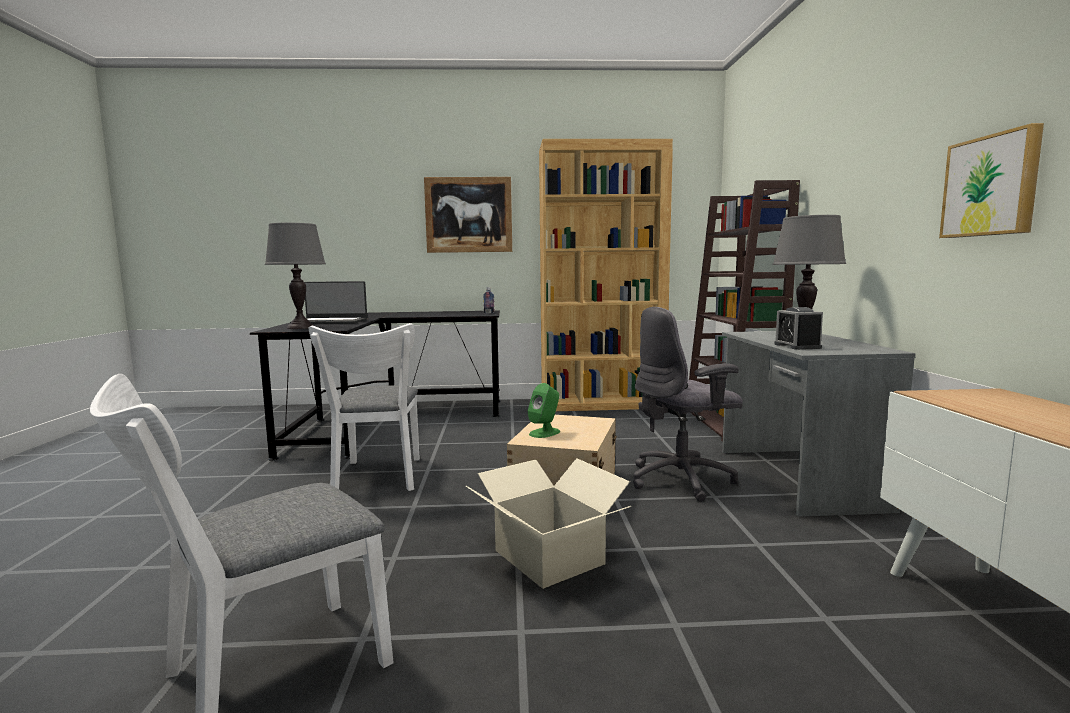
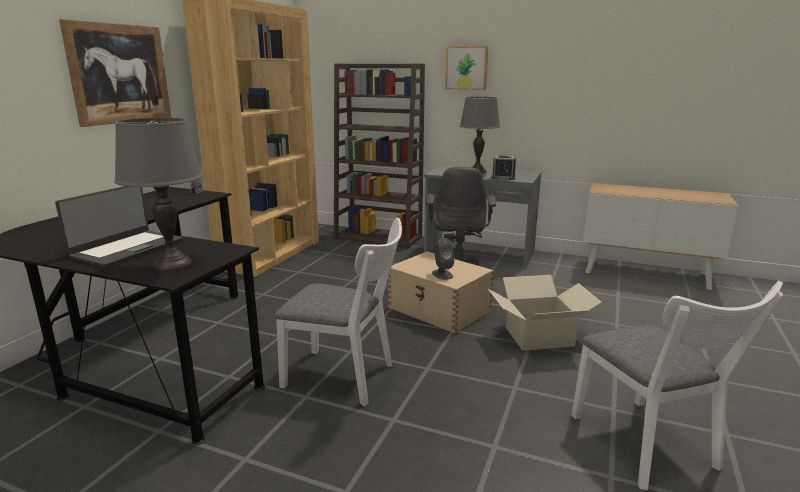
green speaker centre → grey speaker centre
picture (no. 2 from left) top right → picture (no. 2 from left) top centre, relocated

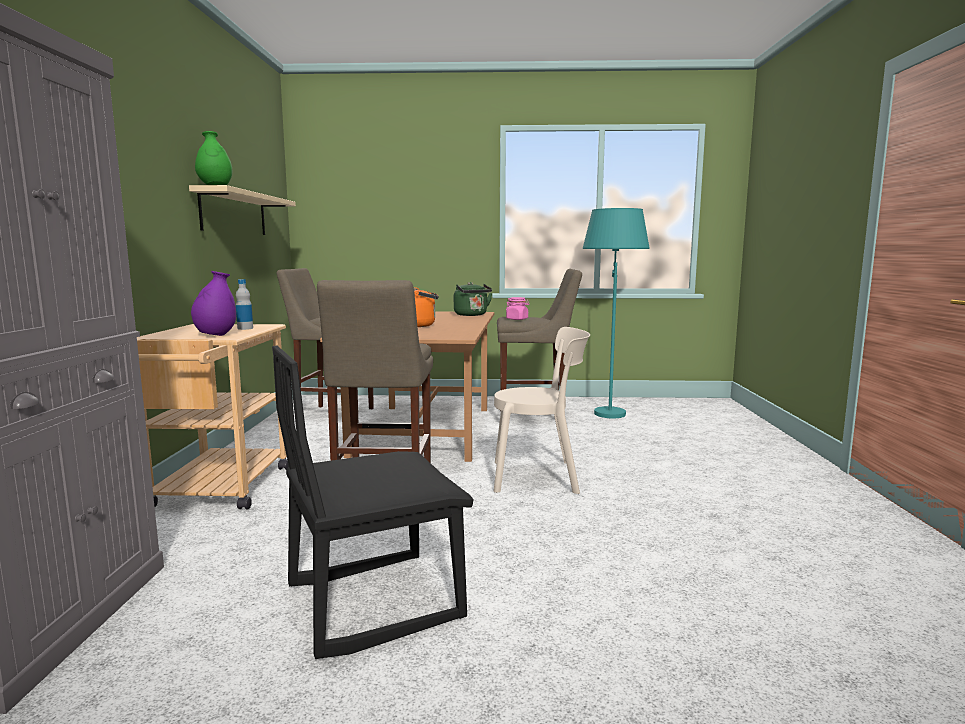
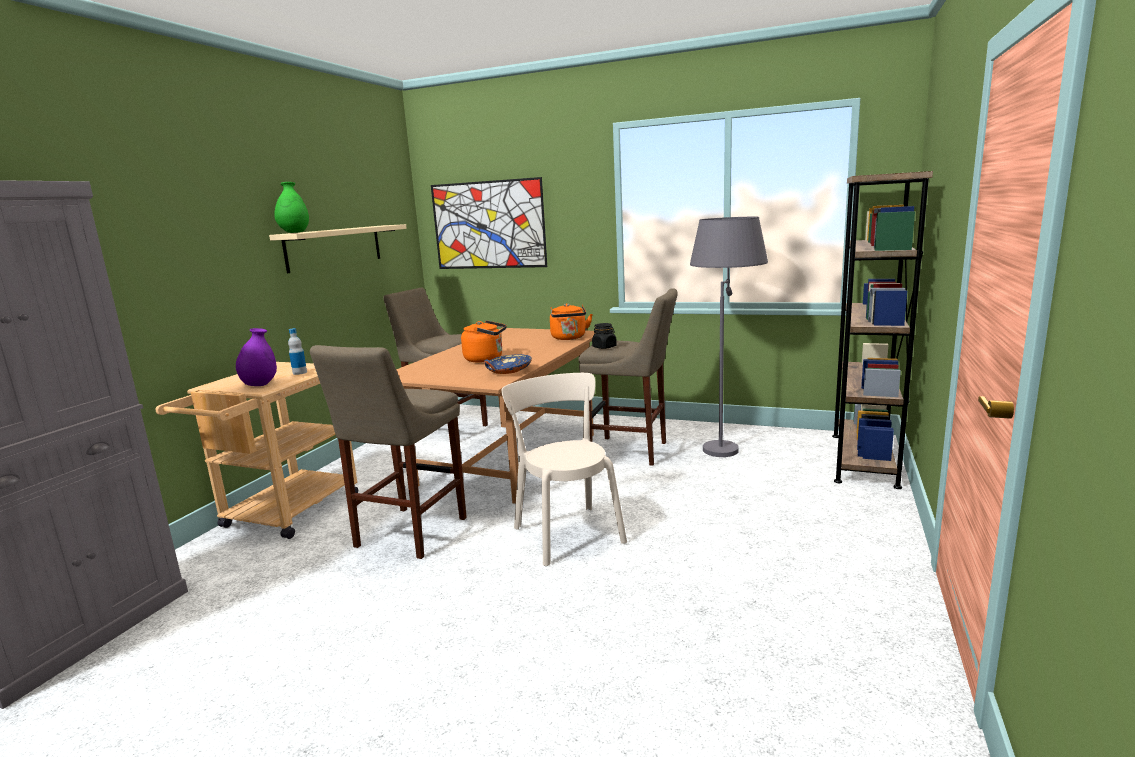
black chair bottom centre → -
green kettle centre → orange kettle (no. 2 from left) centre
beige chair centre, 135 degrees counterclockwise
pink jar centre → black jar centre
turquoise floor lamp centre → grey floor lamp centre
- → picture top centre
- → blue bowl centre
- → brown bookcase middle right

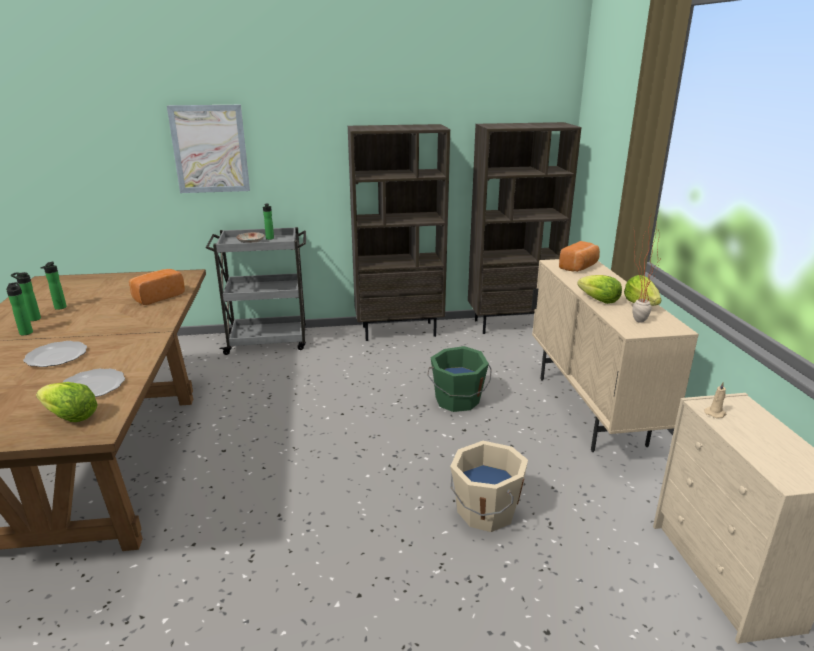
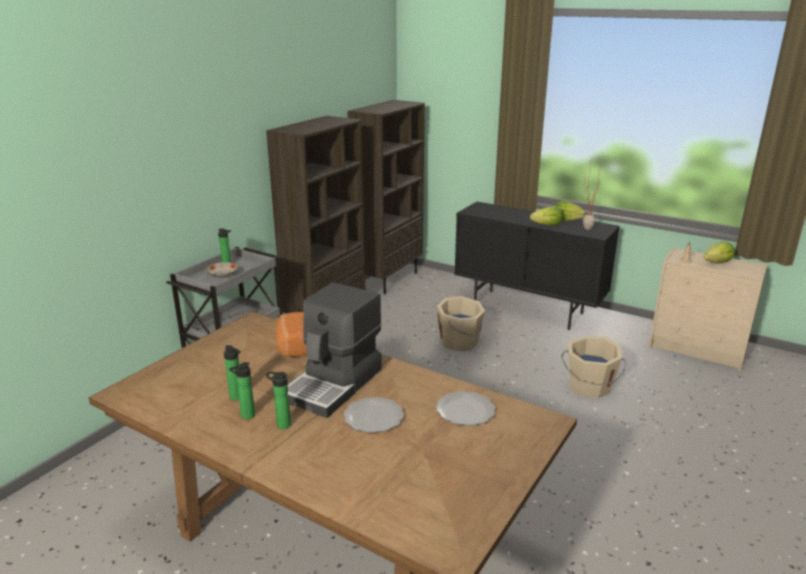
lettuce (no. 1 from left in the first image) middle left → lettuce (no. 3 from left) middle right, relocated
picture top left → -
green bucket centre → beige bucket (no. 1 from left) centre
beige cabinet middle right → black cabinet centre
bread (no. 2 from left) middle right → -
- → coffee machine centre

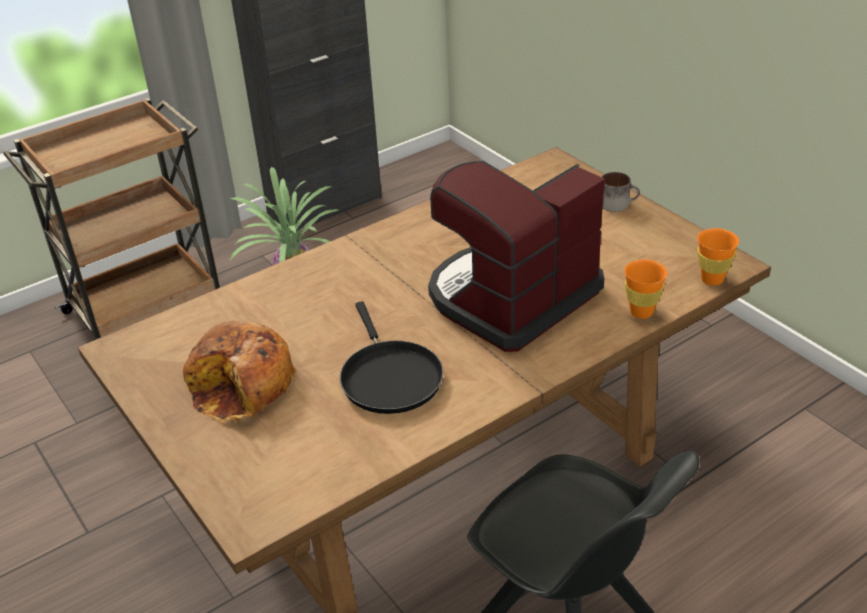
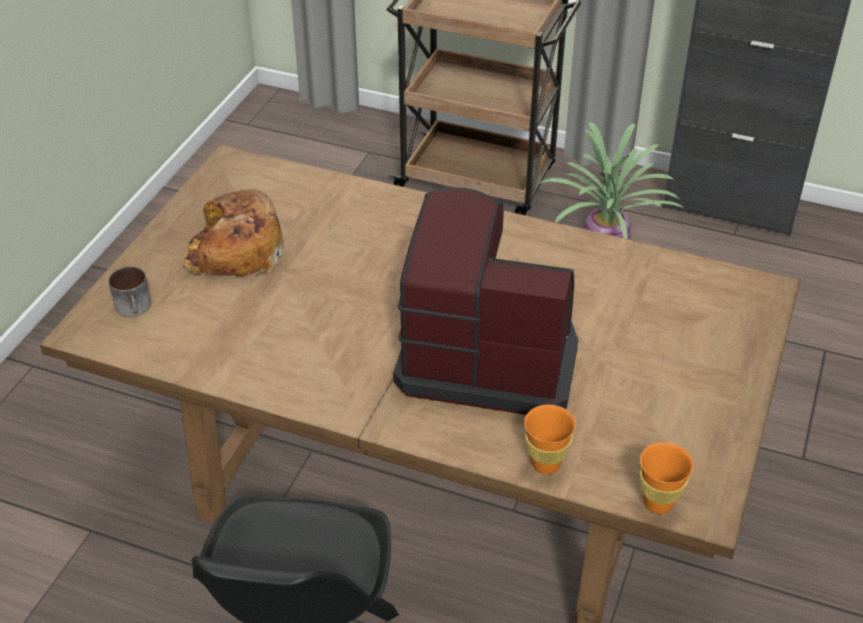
black frying pan centre → -
mug top right → mug middle left, relocated

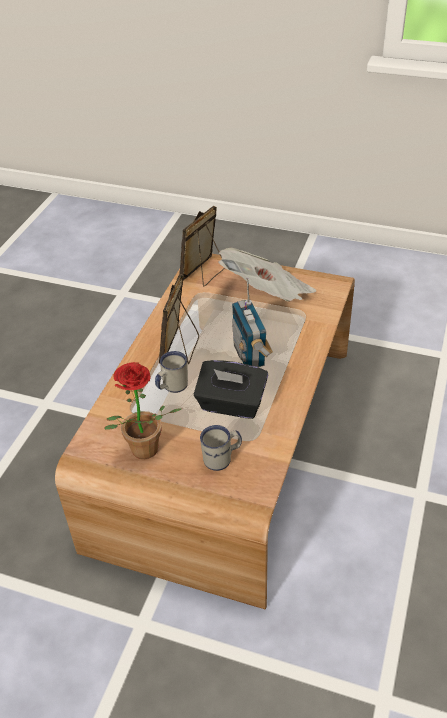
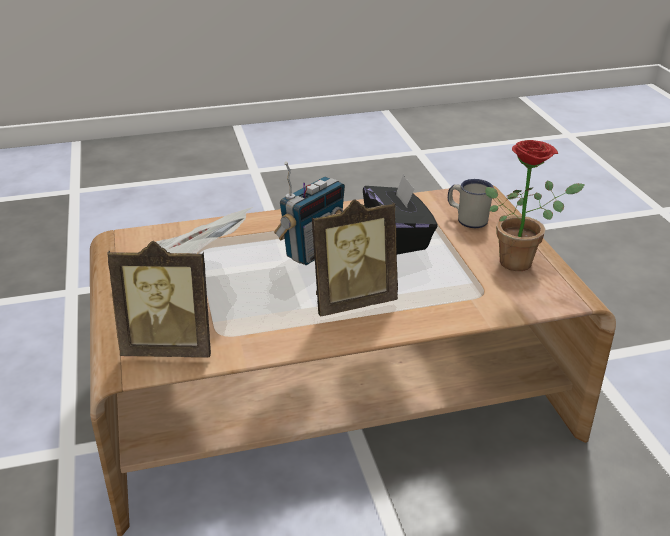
white mug (no. 1 from left) centre → -

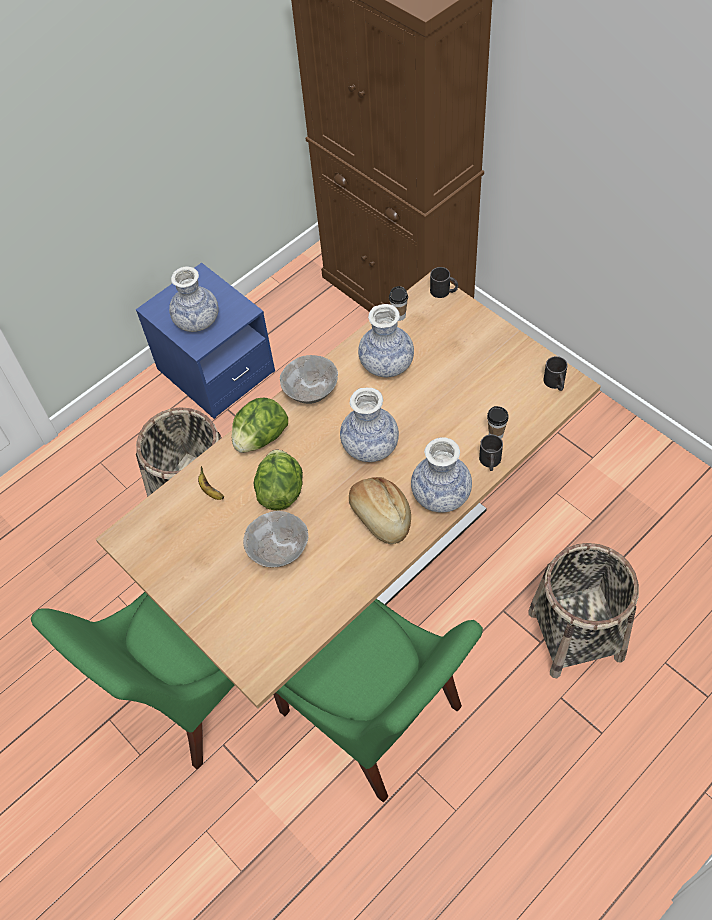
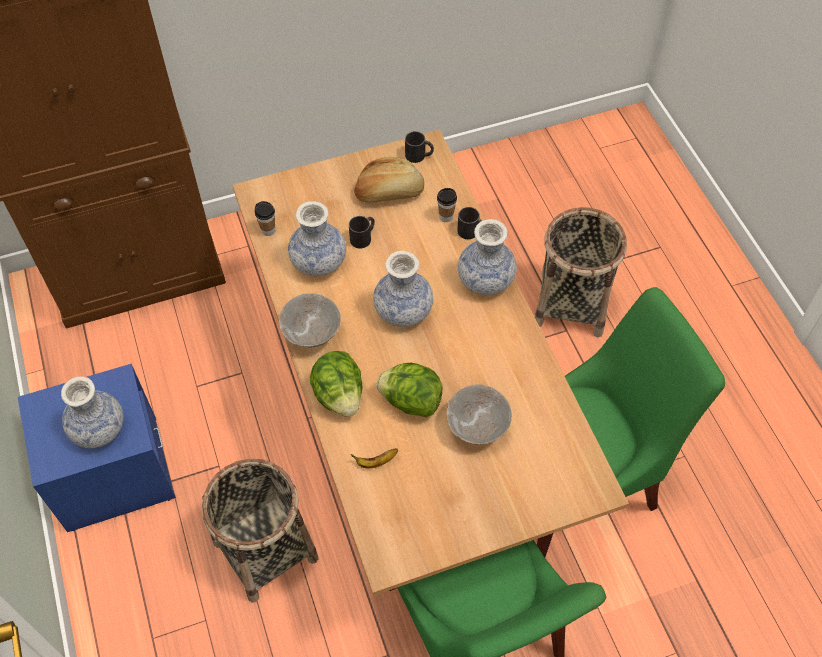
bread centre → bread top centre, relocated
black mug (no. 1 from left) top centre → black mug (no. 1 from left) centre, relocated

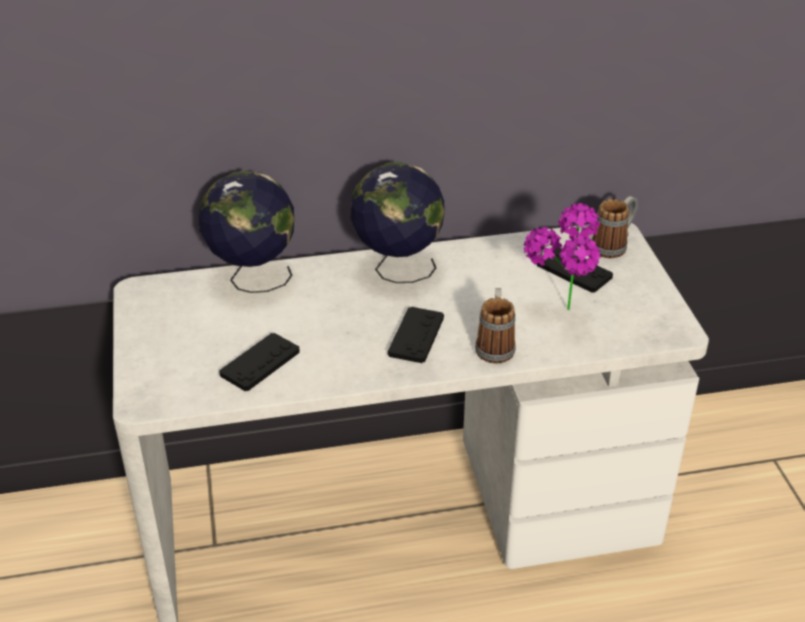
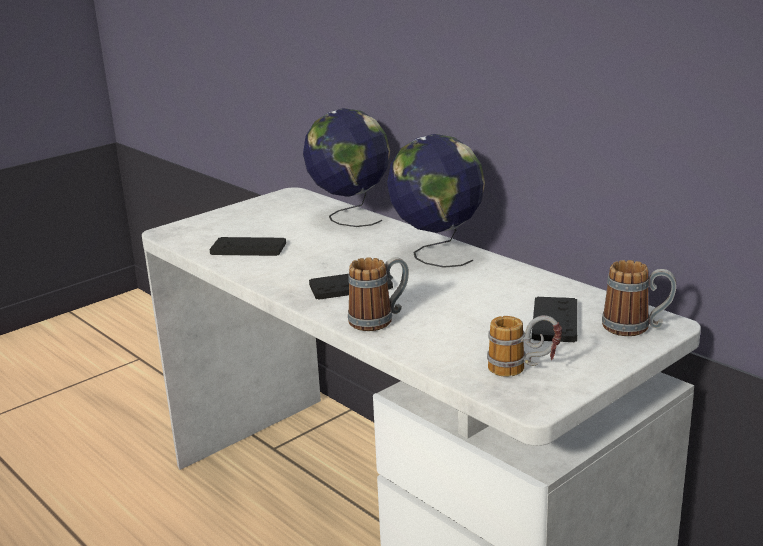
potted plant middle right → -
- → mug (no. 2 from left) middle right

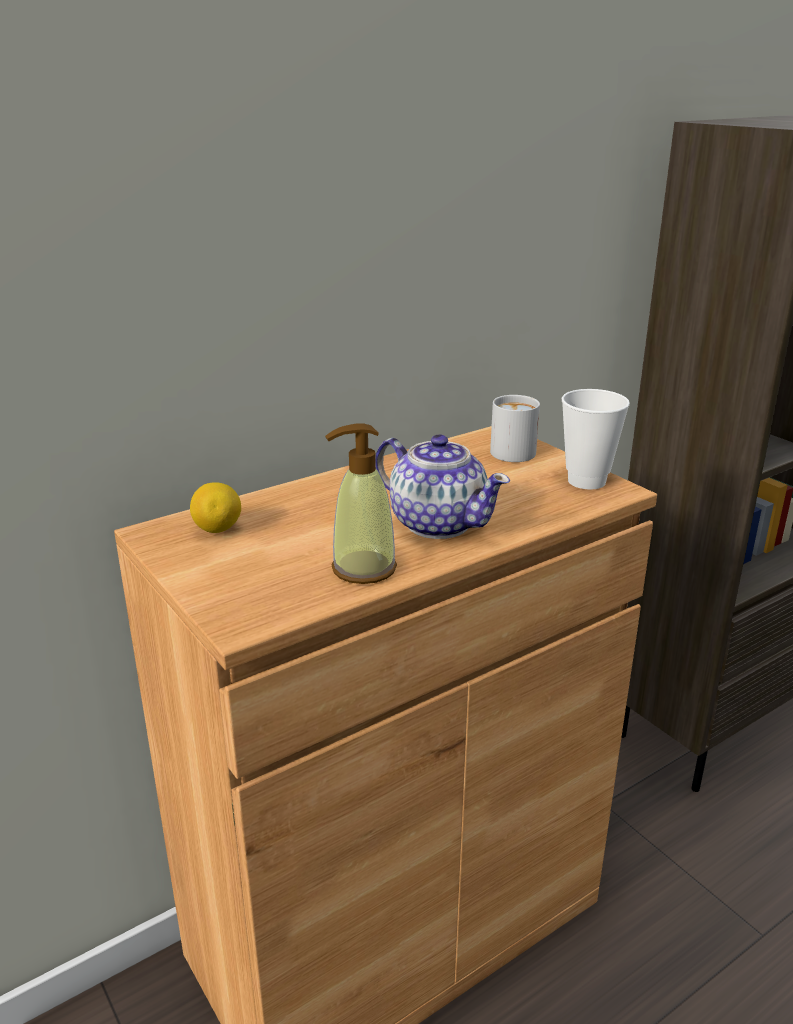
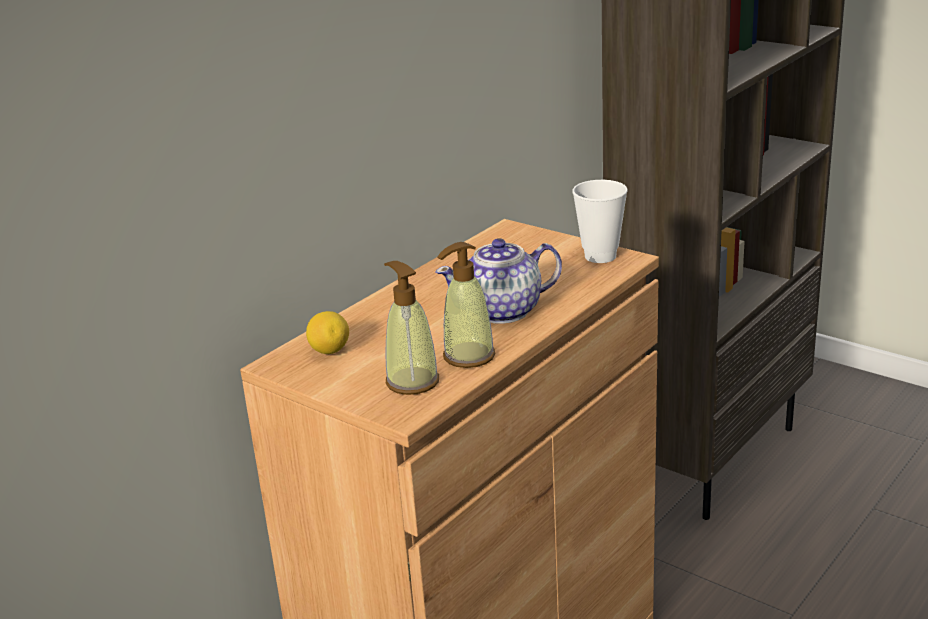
teapot centre, 135 degrees clockwise
white mug centre → -
- → soap dispenser (no. 1 from left) centre

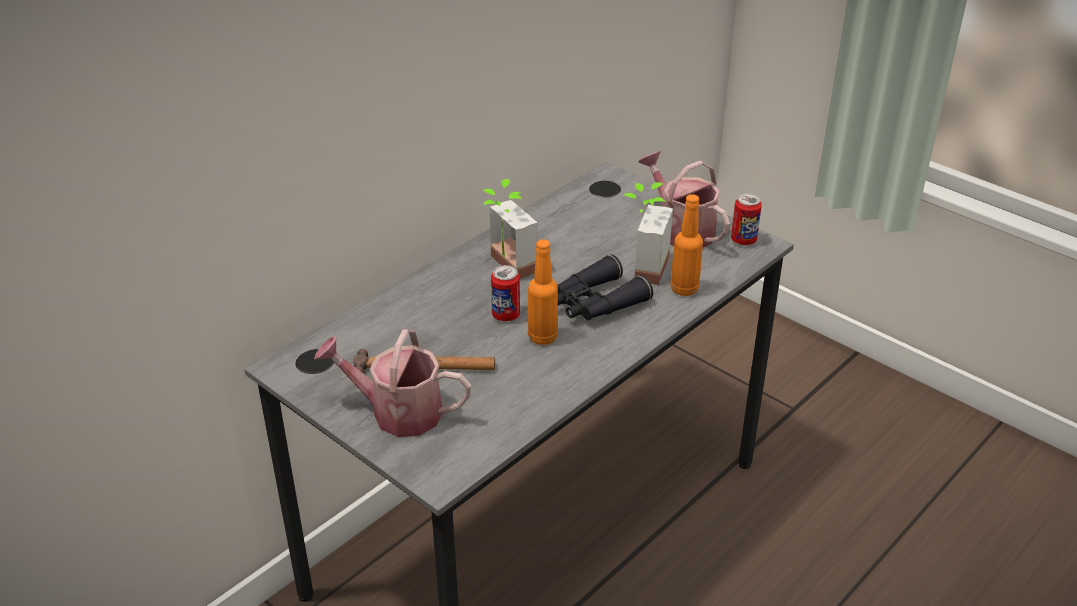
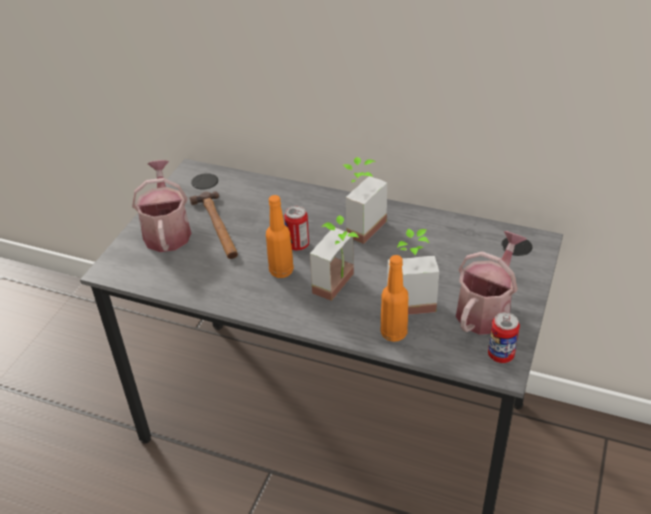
black binoculars centre → potted plant (no. 1 from left) centre

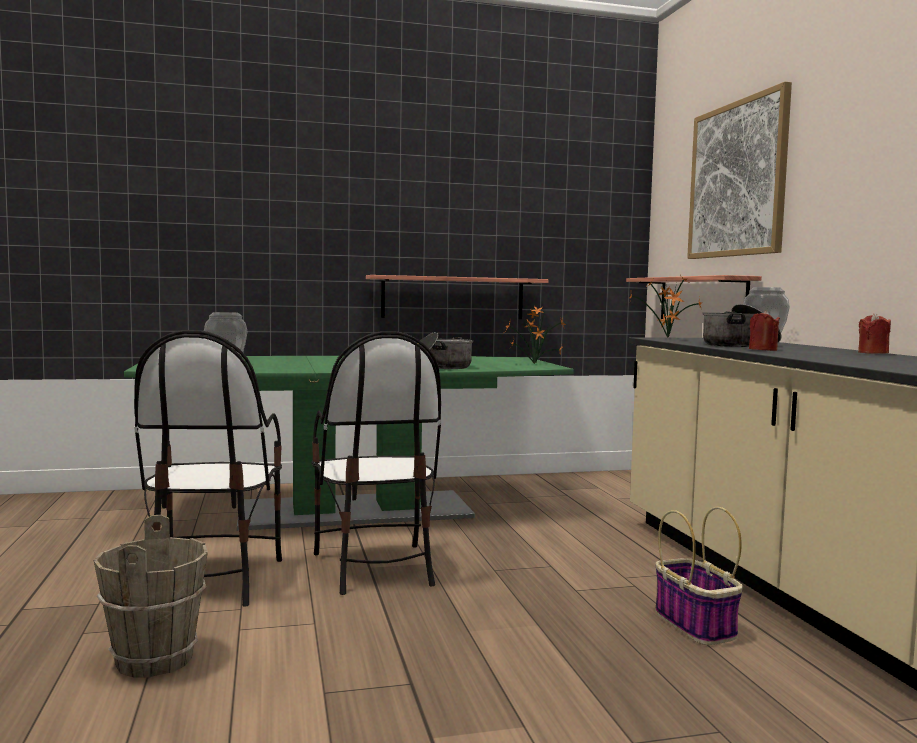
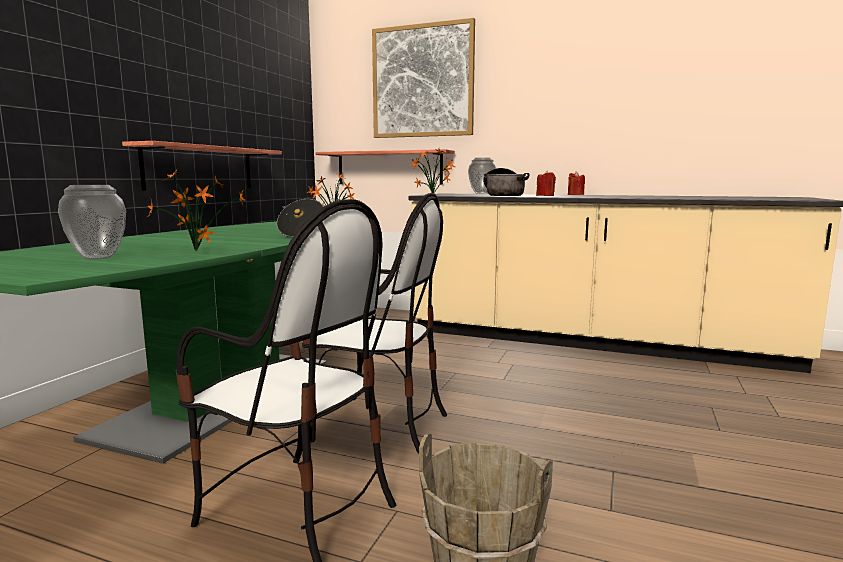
basket bottom right → -
- → potted plant (no. 1 from left) middle left

